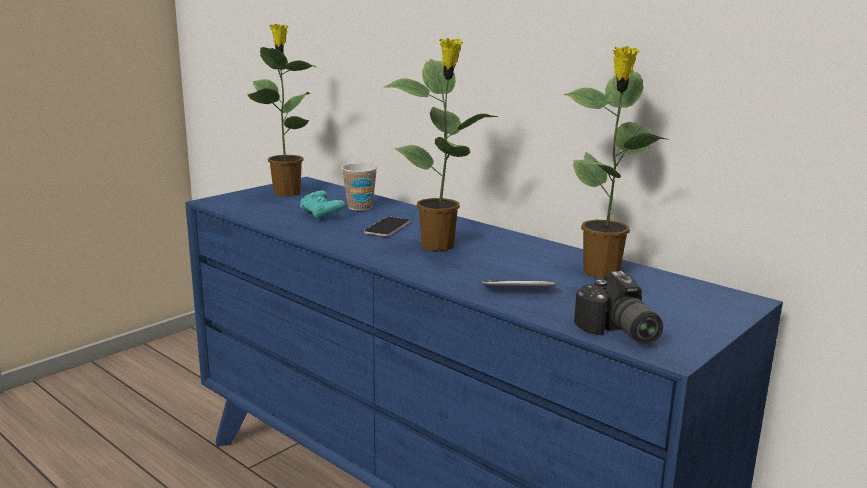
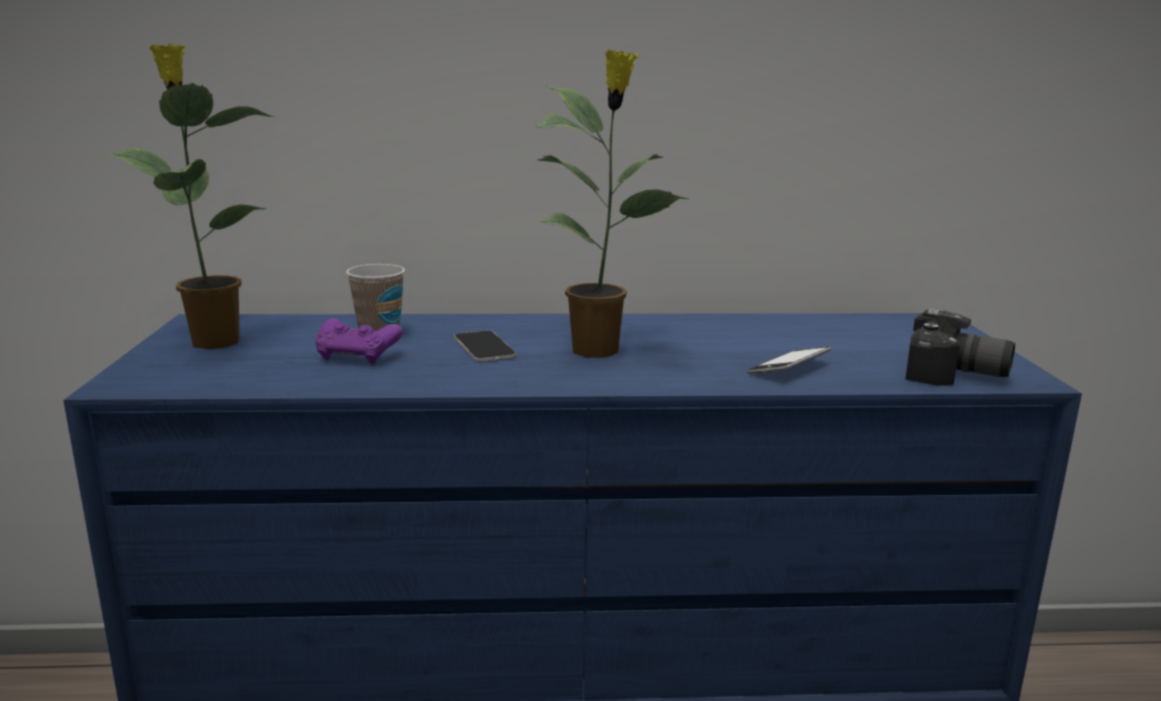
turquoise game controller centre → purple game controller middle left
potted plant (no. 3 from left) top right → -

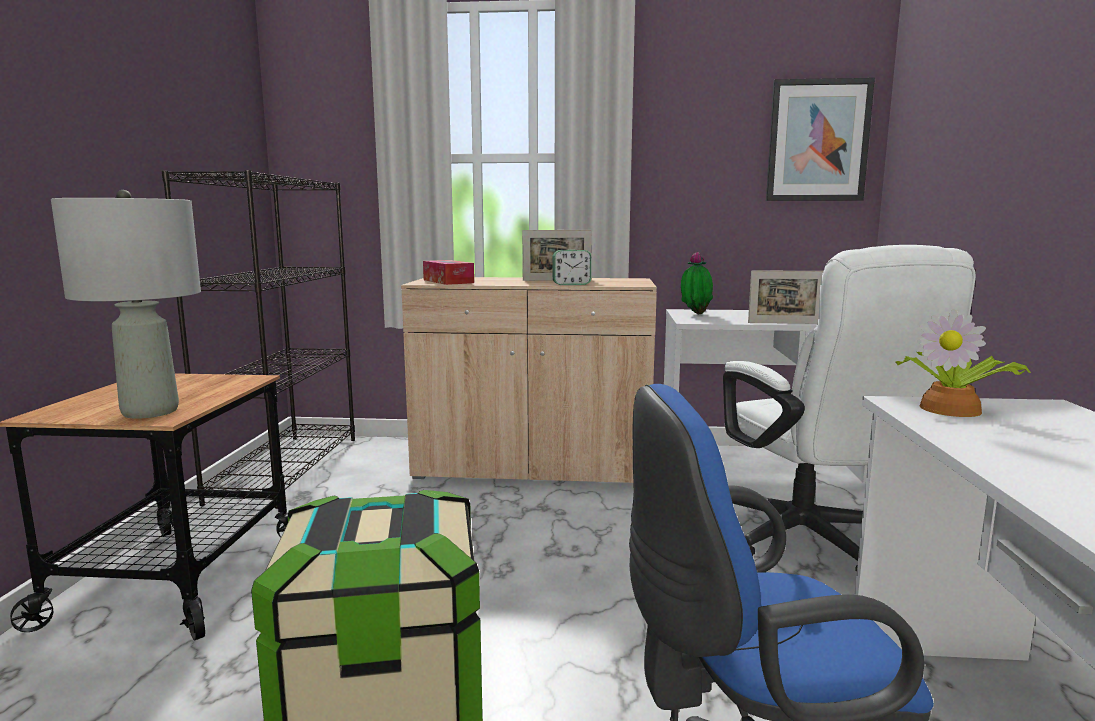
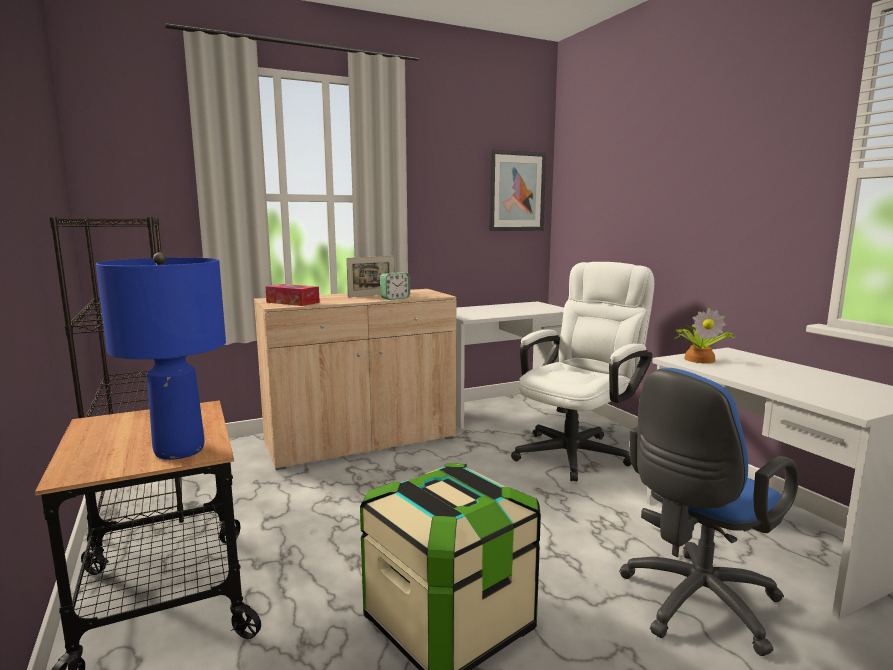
grey table lamp middle left → blue table lamp middle left
potted plant (no. 1 from left) centre → -
white office chair middle right → white office chair centre, 90 degrees counterclockwise
picture frame (no. 2 from left) middle right → -

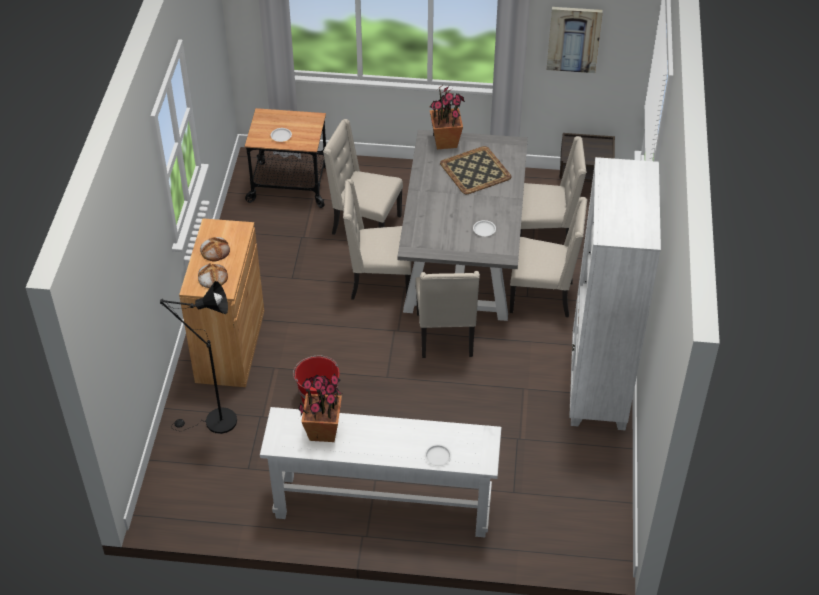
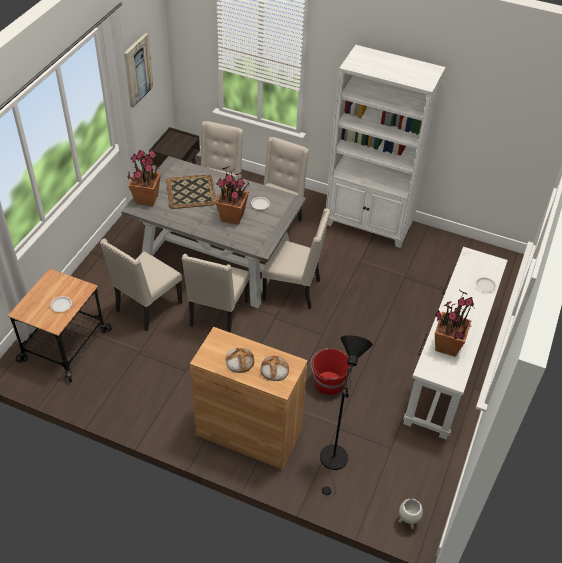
- → potted plant (no. 2 from left) centre
- → white planter bottom right

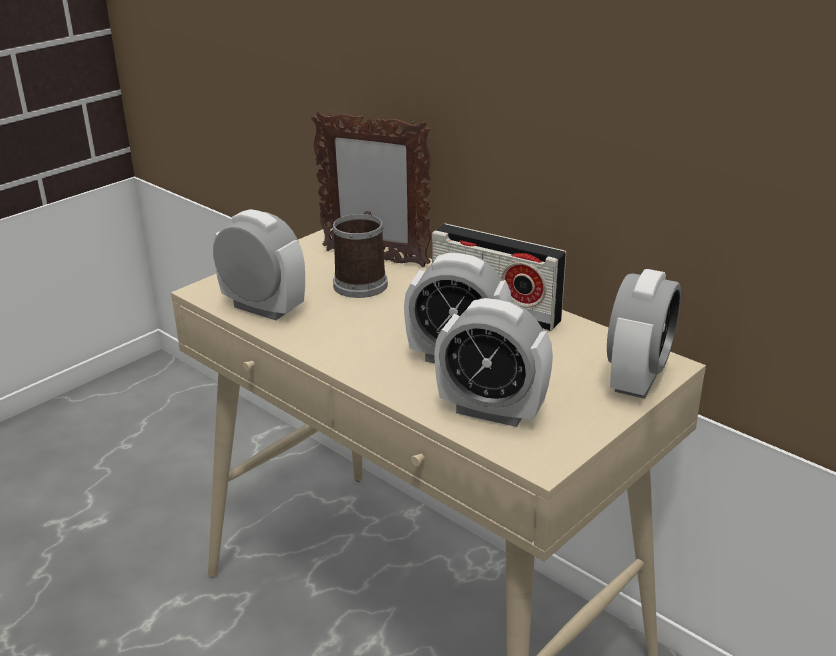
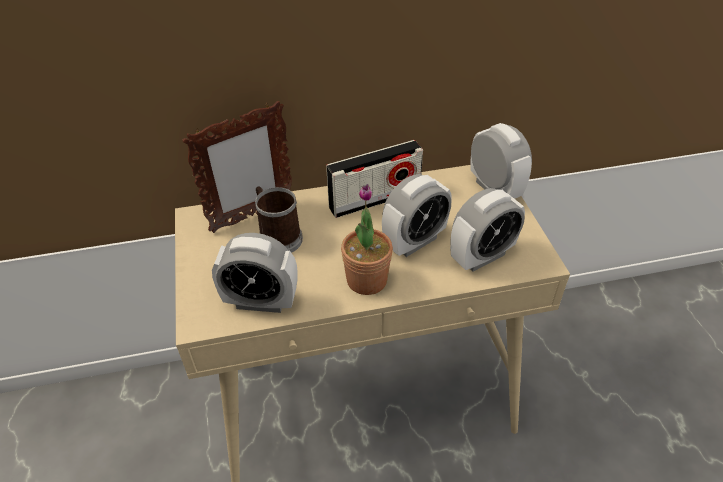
alarm clock (no. 1 from left) middle left → alarm clock (no. 1 from left) centre, 150 degrees counterclockwise
- → potted plant centre

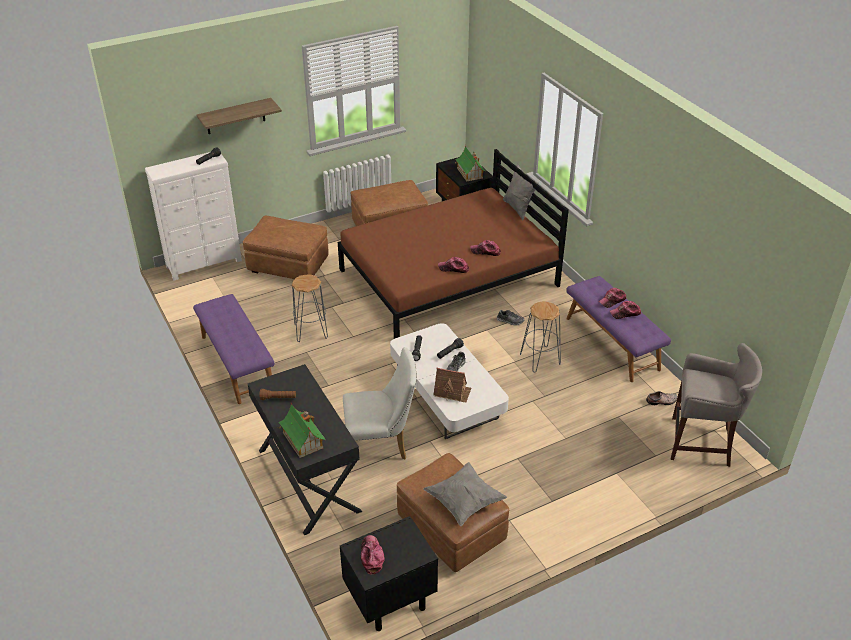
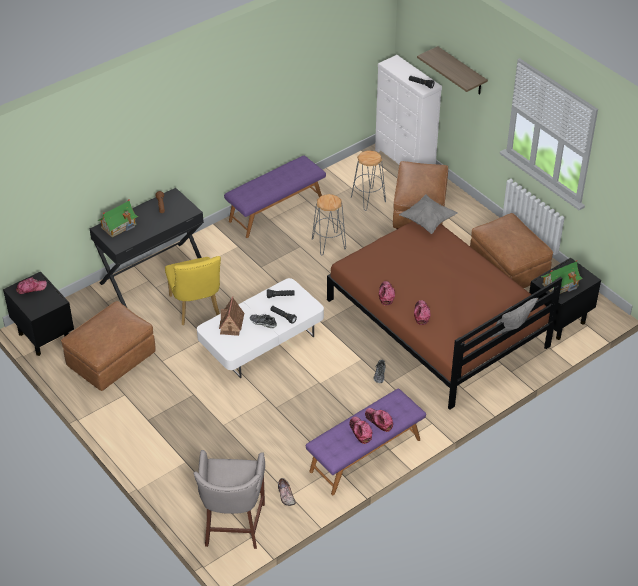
white chair centre → yellow chair middle left
grey pillow (no. 1 from left) bottom centre → grey pillow (no. 1 from left) middle right, relocated
grey stool (no. 2 from left in the first image) centre → grey stool (no. 3 from left) top centre, relocated

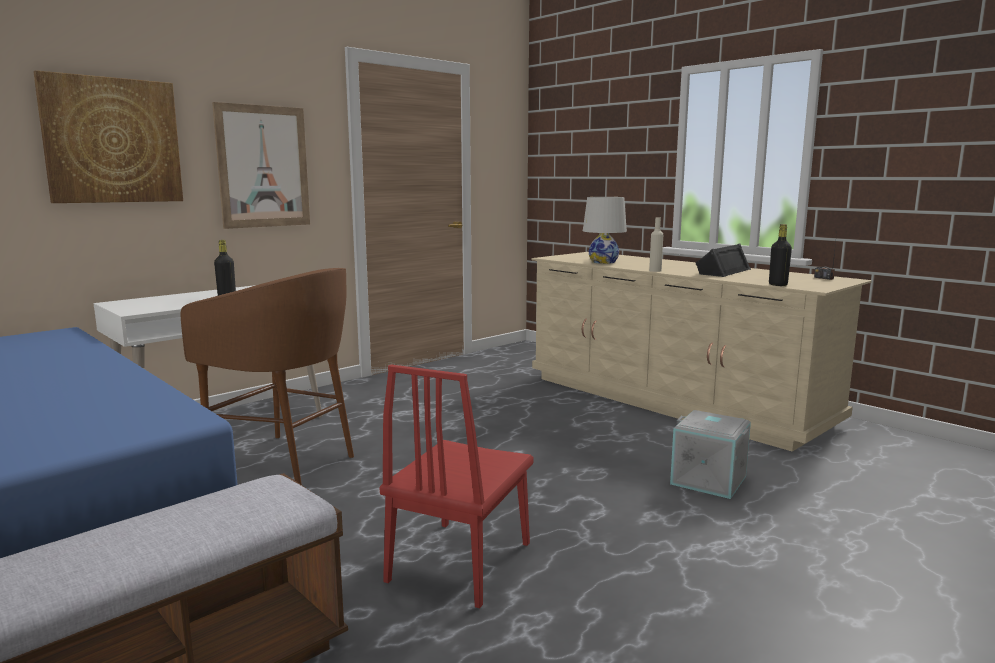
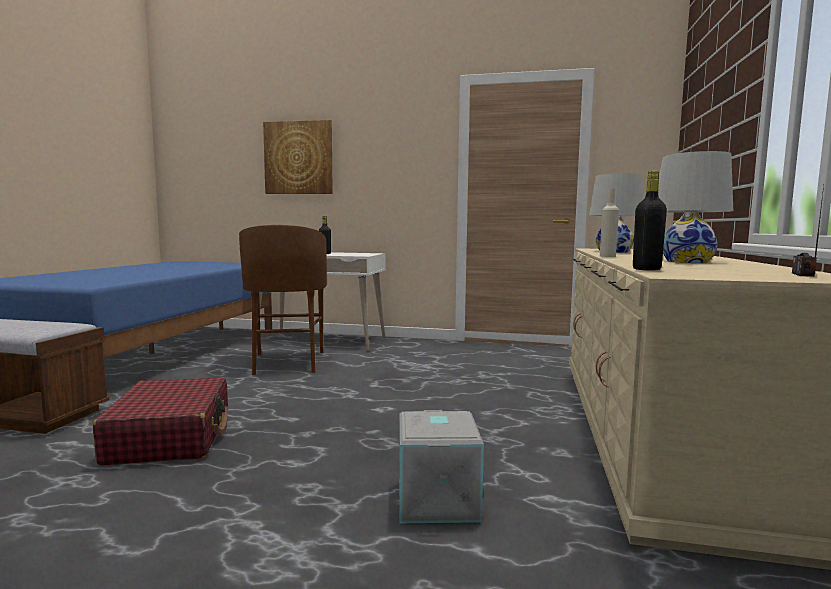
picture (no. 2 from left) top left → -
red chair bottom centre → red suitcase bottom left
black speaker middle right → white table lamp (no. 2 from left) middle right

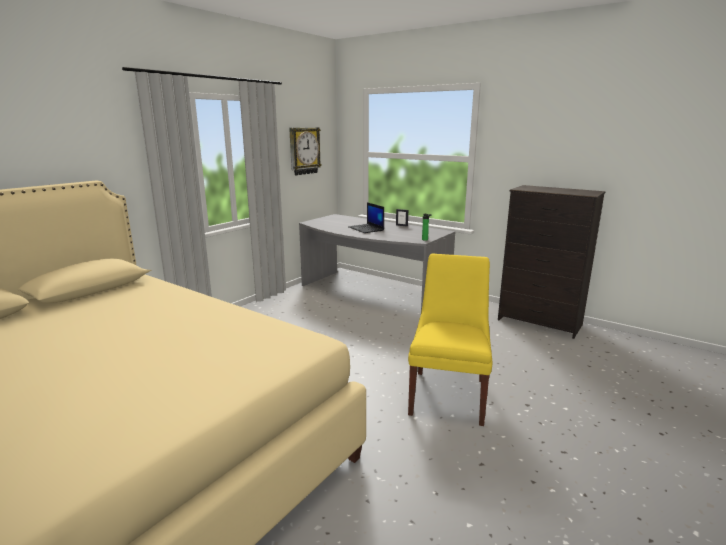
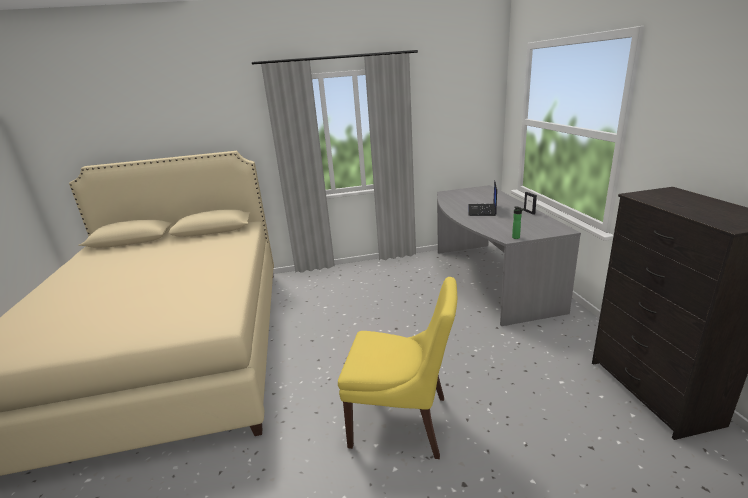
wall clock top centre → -
yellow chair centre → yellow chair bottom centre, 45 degrees clockwise

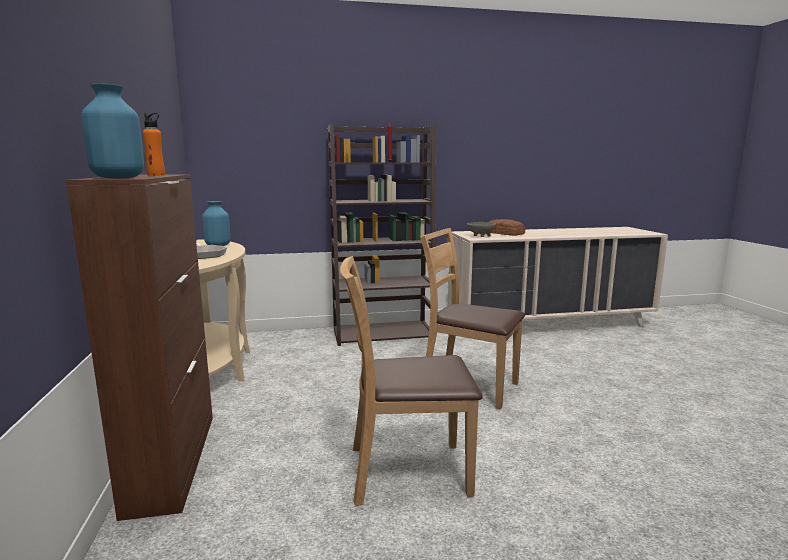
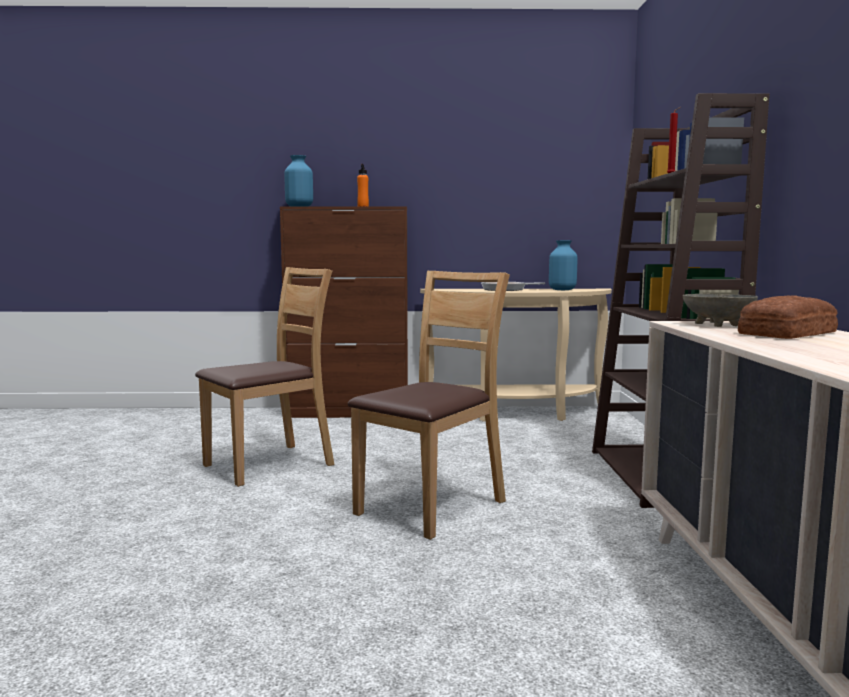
brown chair (no. 1 from left) bottom centre → brown chair (no. 1 from left) middle left, 45 degrees clockwise

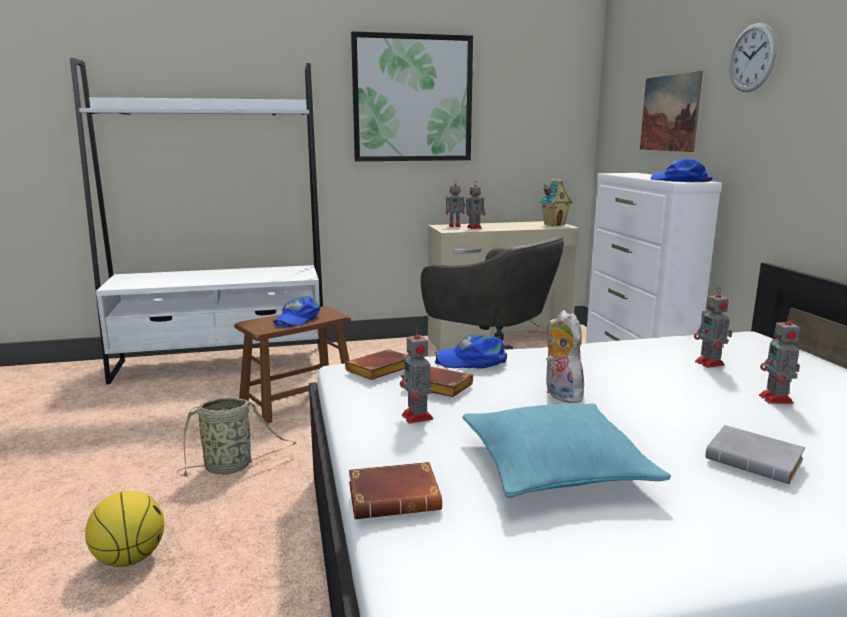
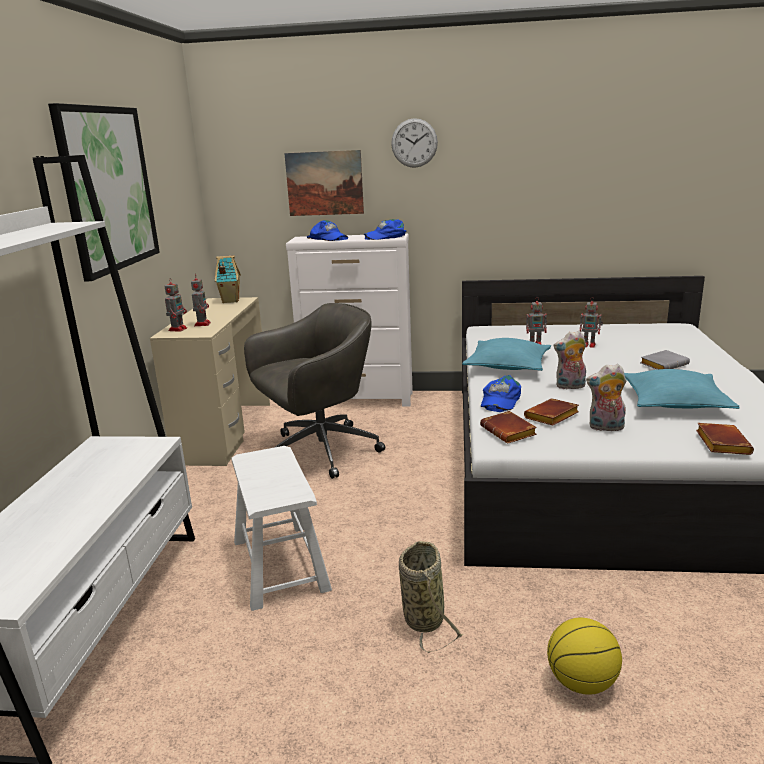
brown stool centre → white stool bottom centre
blue cap (no. 1 from left) centre → blue cap (no. 1 from left) top centre, relocated
toy robot (no. 1 from left) centre → plush toy (no. 2 from left) middle right
- → turquoise pillow (no. 1 from left) centre

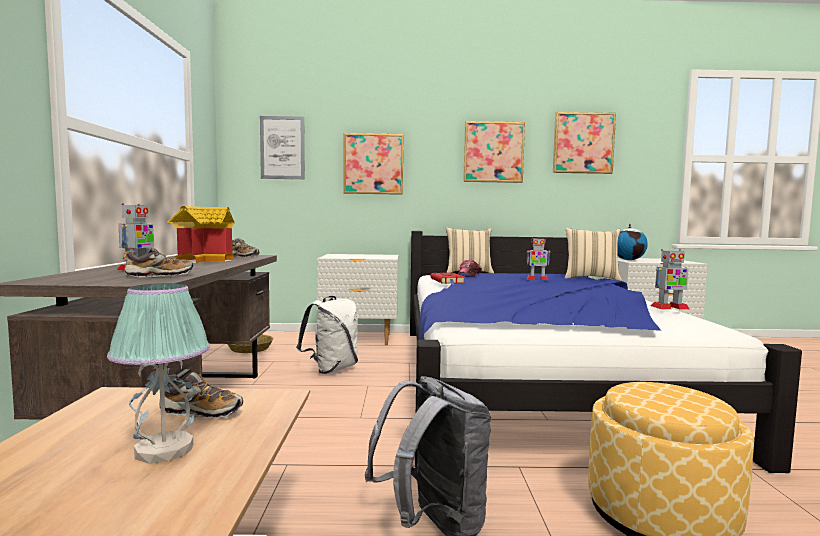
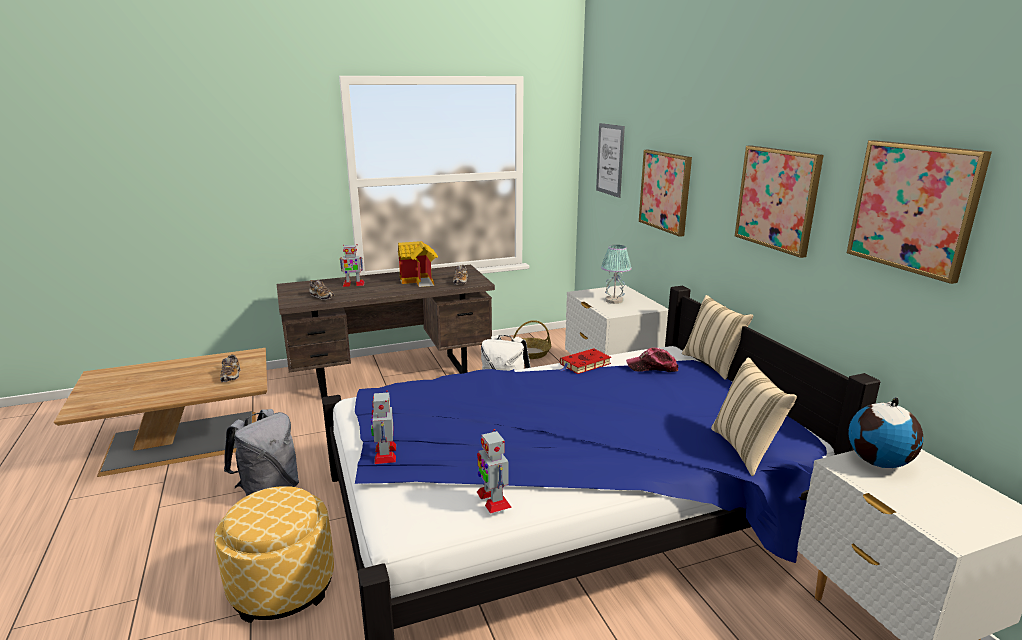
table lamp bottom left → table lamp centre, relocated
toy robot (no. 2 from left) centre → toy robot (no. 2 from left) bottom centre, relocated

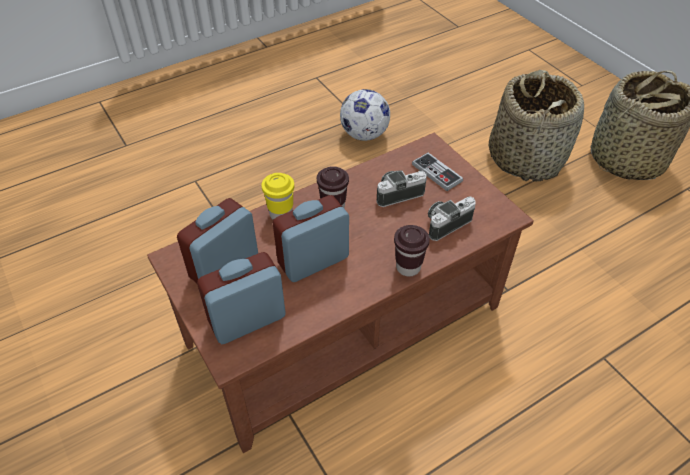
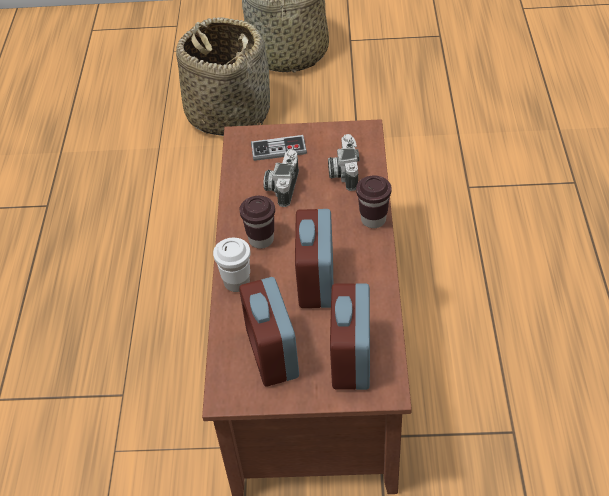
yellow cup centre → white cup centre
football top centre → -

